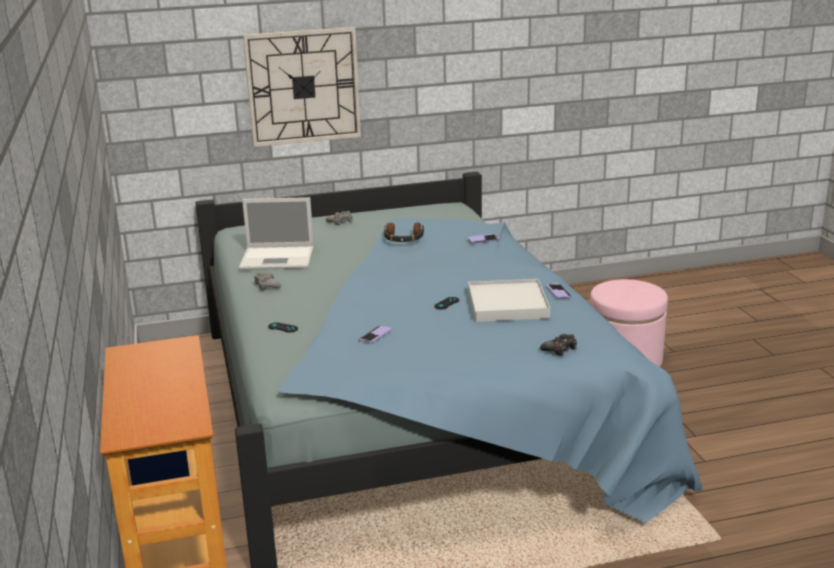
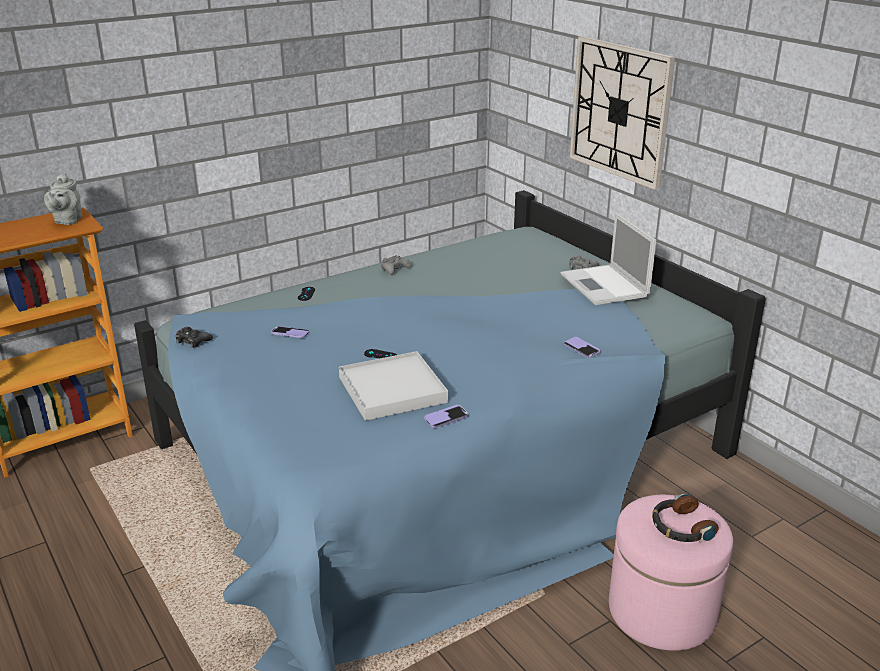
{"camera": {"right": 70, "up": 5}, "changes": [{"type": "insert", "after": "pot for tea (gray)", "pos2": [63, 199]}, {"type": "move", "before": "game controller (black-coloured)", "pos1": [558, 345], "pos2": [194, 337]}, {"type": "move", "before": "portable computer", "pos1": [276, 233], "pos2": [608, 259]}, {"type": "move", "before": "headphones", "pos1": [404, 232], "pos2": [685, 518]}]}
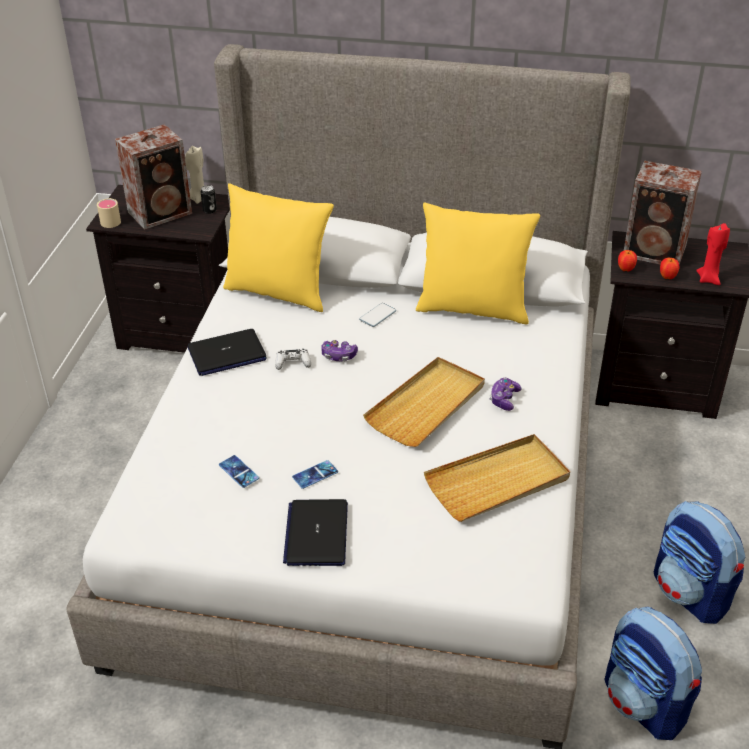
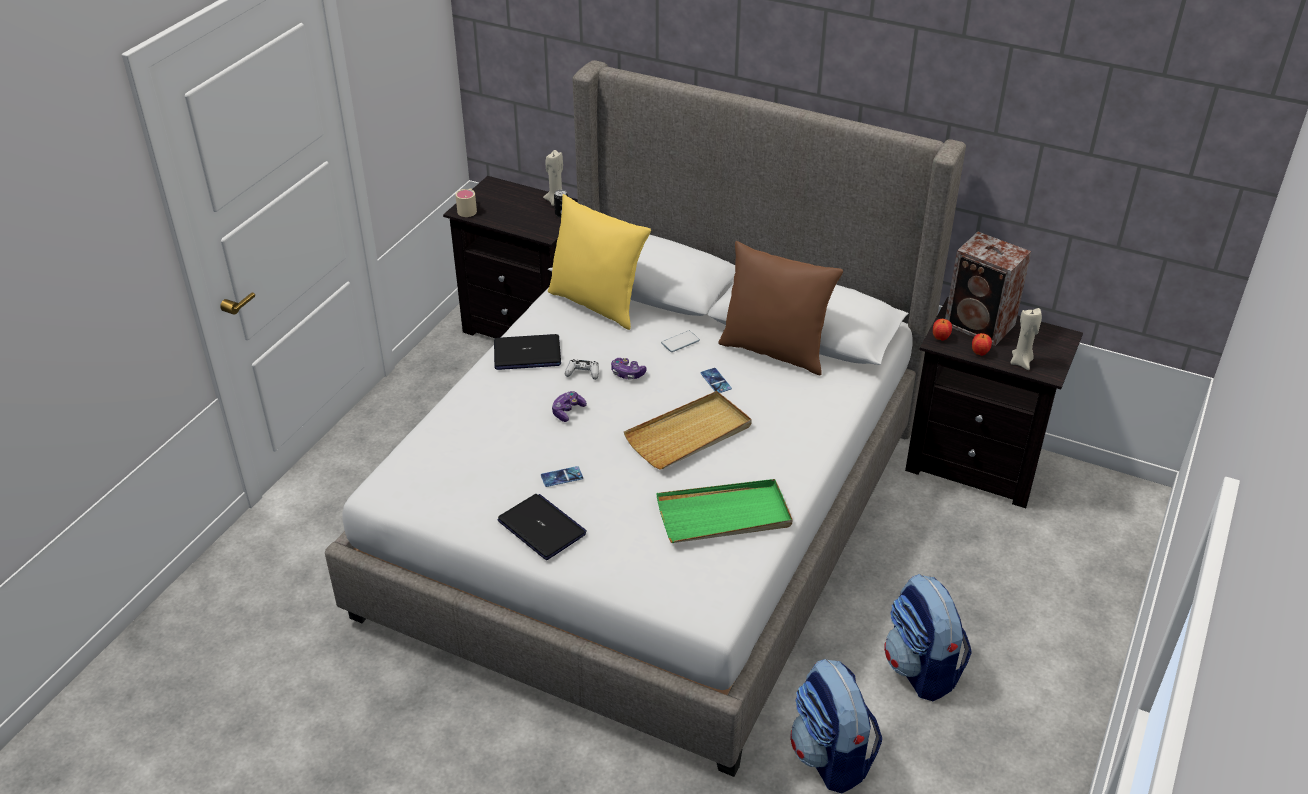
{"camera": {"right": 15, "up": 0}, "changes": [{"type": "rotate", "before": "portable computer", "pos1": [315, 532], "pos2": [542, 527], "turn": 120}, {"type": "move", "before": "game controller", "pos1": [505, 394], "pos2": [569, 406]}, {"type": "recolor", "before": "serving tray (beige-coloured)", "after": "serving tray (green)", "pos1": [497, 478], "pos2": [724, 511]}, {"type": "move", "before": "phone", "pos1": [239, 471], "pos2": [716, 380]}, {"type": "recolor", "before": "pillow (yellow)", "after": "pillow (brown-coloured)", "pos1": [478, 263], "pos2": [780, 308]}, {"type": "recolor", "before": "wax light (red)", "after": "wax light (beige-coloured)", "pos1": [713, 254], "pos2": [1026, 339]}, {"type": "delete", "before": "speaker", "pos1": [153, 177]}]}
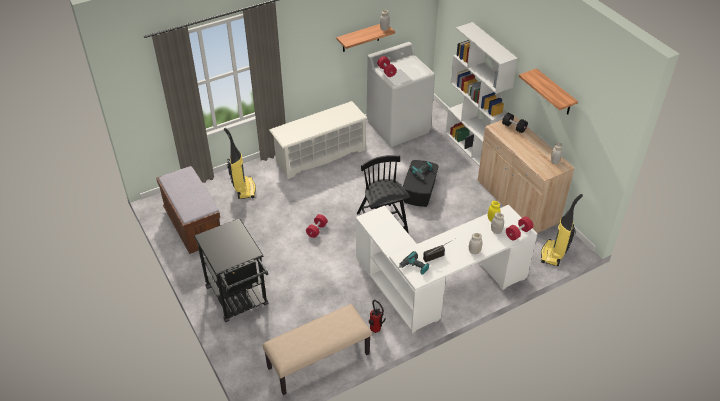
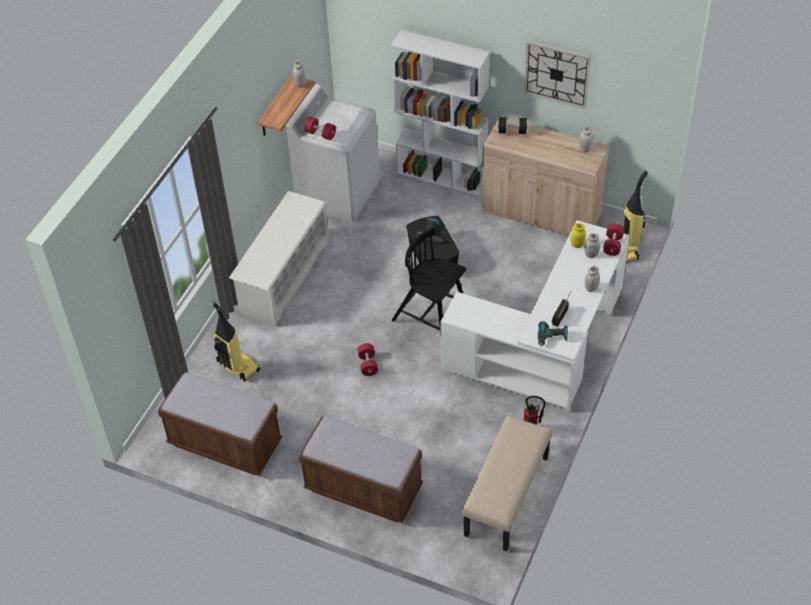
{"camera": {"right": -35, "up": 5}, "changes": [{"type": "replace", "before": "wheeled cart (black-coloured)", "after": "bench (brown-coloured)", "pos1": [231, 270], "pos2": [361, 469]}, {"type": "replace", "before": "shelf", "after": "wall clock", "pos1": [548, 91], "pos2": [557, 74]}]}
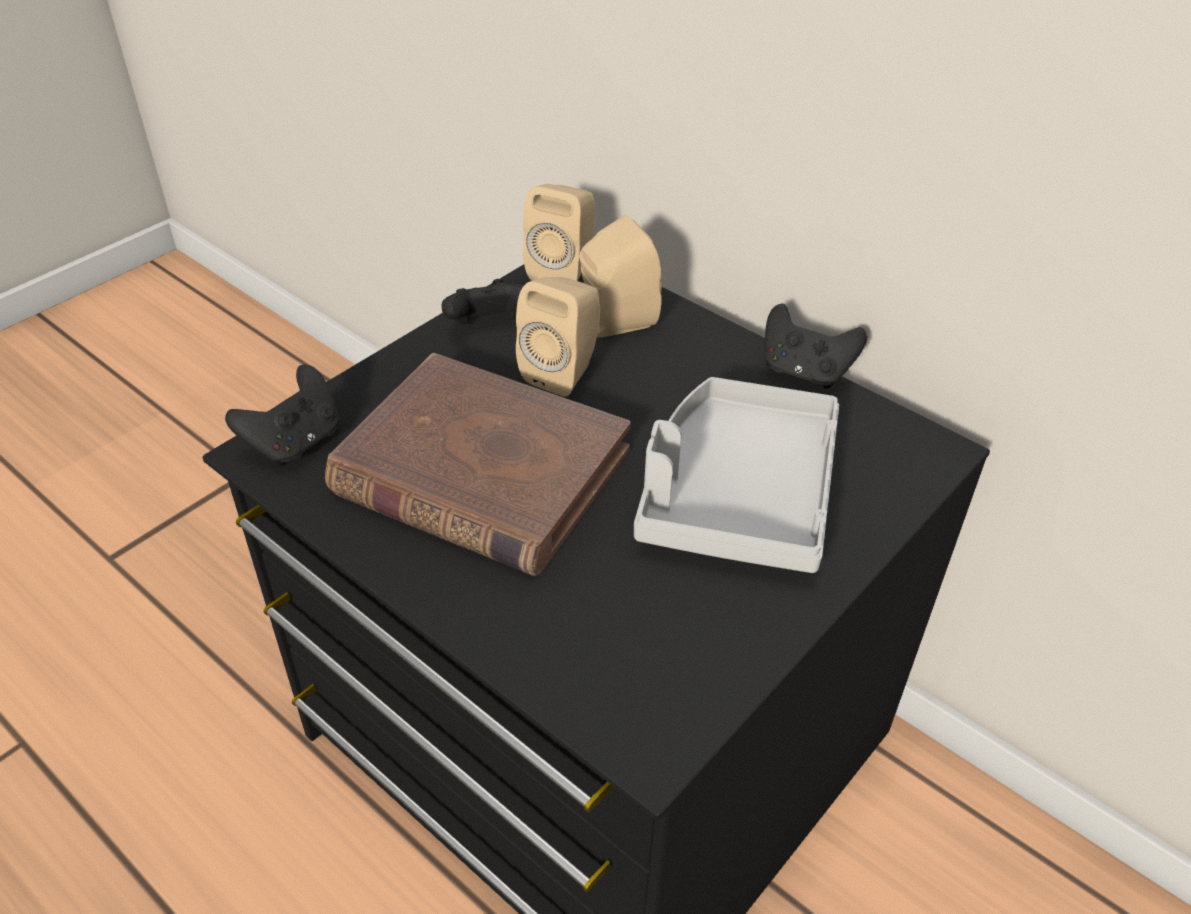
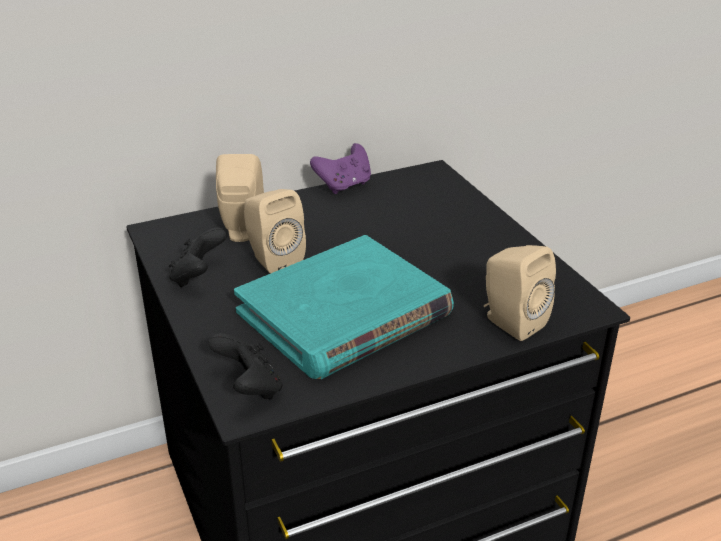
{"camera": {"right": -65, "up": -10}, "changes": [{"type": "recolor", "before": "book (brown-coloured)", "after": "book (blue-green)", "pos1": [477, 464], "pos2": [344, 307]}, {"type": "recolor", "before": "game controller (black-coloured)", "after": "game controller (purple-coloured)", "pos1": [815, 346], "pos2": [340, 168]}, {"type": "move", "before": "speaker (beige-coloured)", "pos1": [559, 232], "pos2": [520, 293]}, {"type": "delete", "before": "serving tray (gray)", "pos1": [736, 475]}]}
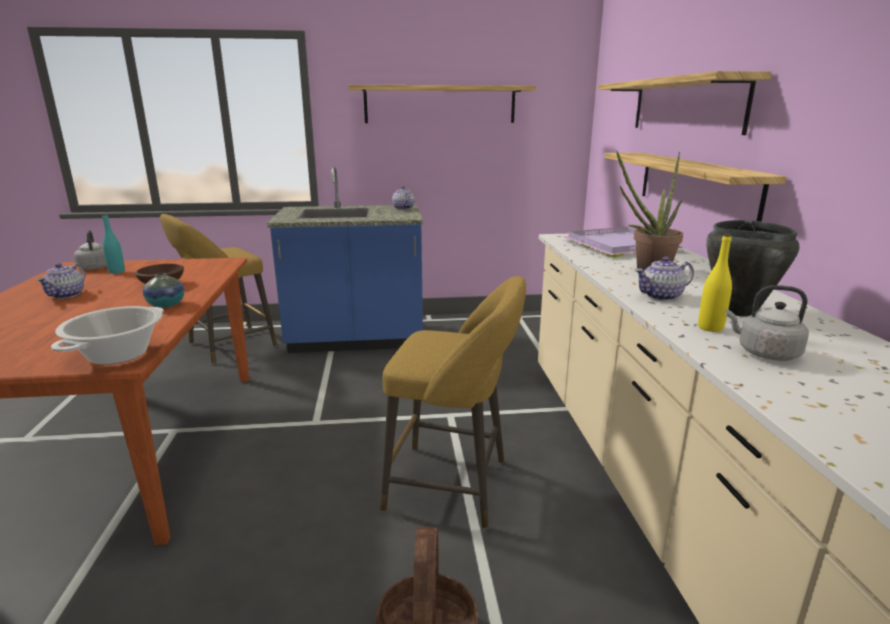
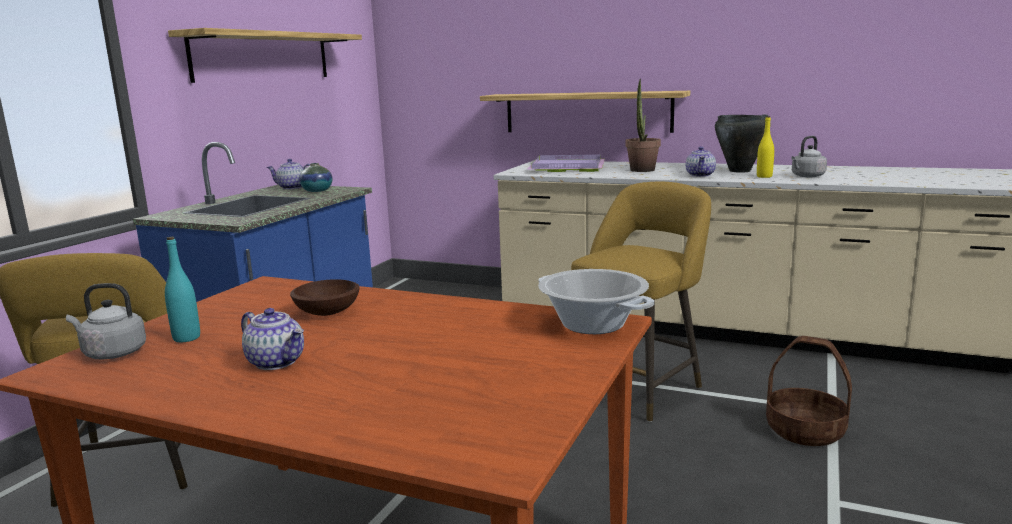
{"camera": {"right": -60, "up": -5}, "changes": [{"type": "move", "before": "decorative vase", "pos1": [164, 290], "pos2": [316, 177]}, {"type": "delete", "before": "shelf", "pos1": [685, 103]}]}
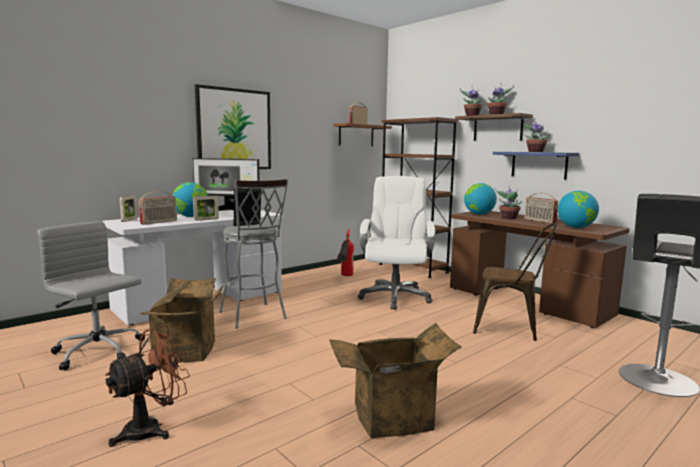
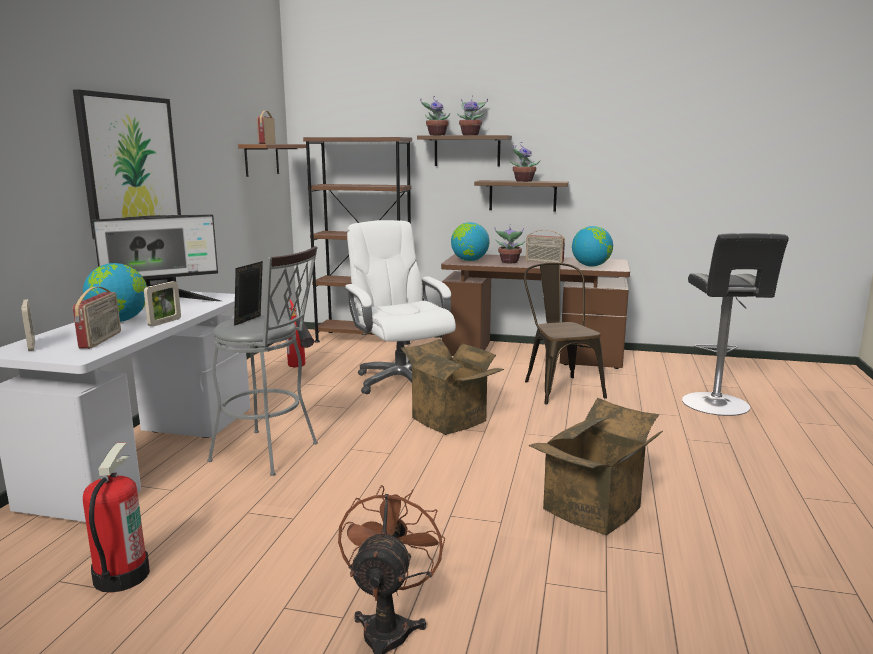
{"camera": {"right": -35, "up": 5}, "changes": [{"type": "replace", "before": "computer chair (gray)", "after": "extinguisher", "pos1": [91, 296], "pos2": [116, 518]}, {"type": "move", "before": "cardboard box", "pos1": [181, 320], "pos2": [452, 387]}, {"type": "recolor", "before": "shelf (blue-coloured)", "after": "shelf (brown-coloured)", "pos1": [536, 166], "pos2": [521, 196]}, {"type": "rotate", "before": "chair (brown-coloured)", "pos1": [515, 282], "pos2": [565, 334], "turn": -90}]}
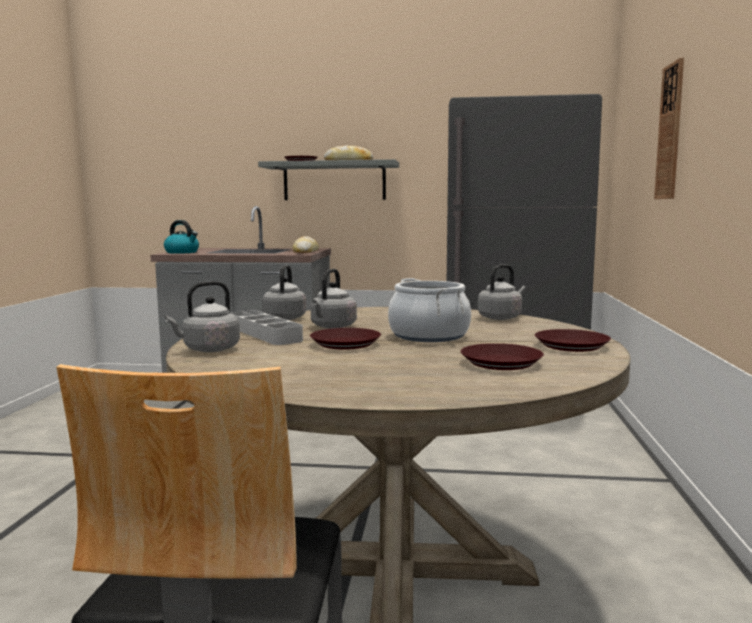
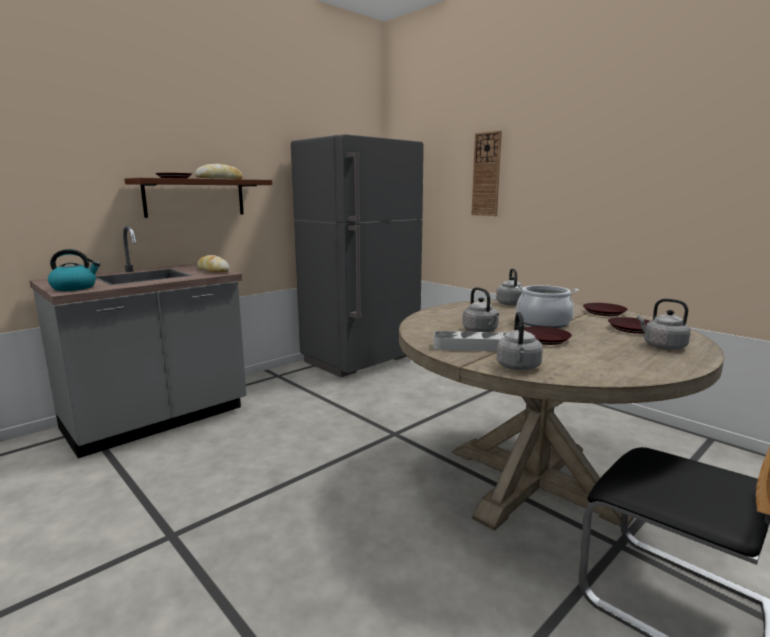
{"camera": {"right": -50, "up": 5}, "changes": [{"type": "recolor", "before": "shelf (gray)", "after": "shelf (brown-coloured)", "pos1": [328, 179], "pos2": [198, 198]}, {"type": "move", "before": "kettle (gray)", "pos1": [284, 292], "pos2": [664, 324]}]}
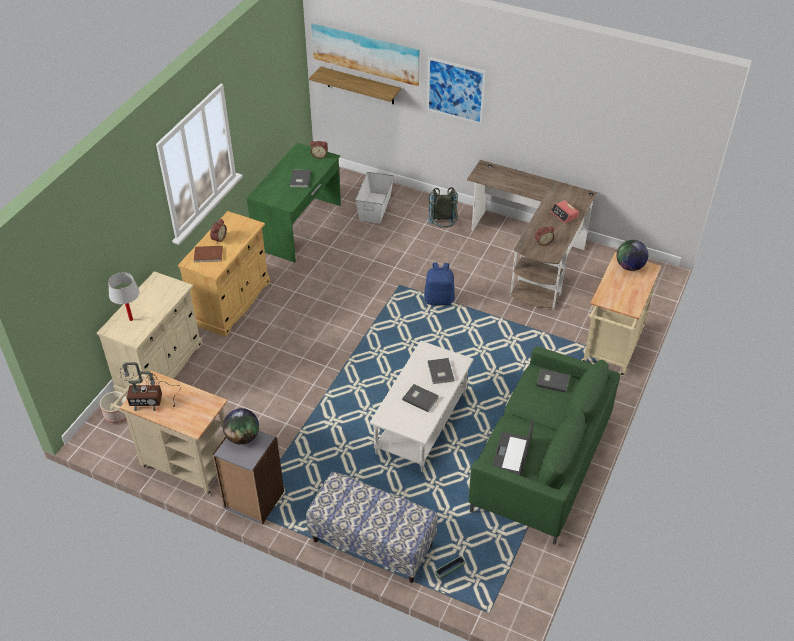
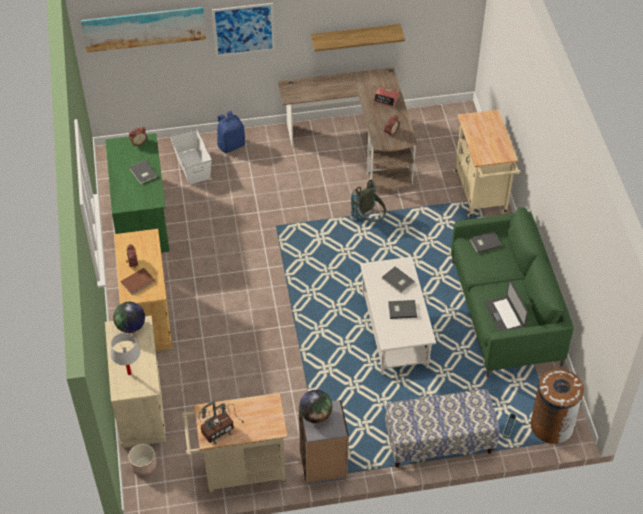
{"camera": {"right": -35, "up": 5}, "changes": [{"type": "move", "before": "desk globe", "pos1": [632, 255], "pos2": [129, 317]}, {"type": "move", "before": "rucksack (blue-coloured)", "pos1": [439, 284], "pos2": [231, 132]}, {"type": "move", "before": "shelf", "pos1": [355, 85], "pos2": [358, 38]}, {"type": "move", "before": "rucksack (gray)", "pos1": [442, 207], "pos2": [368, 201]}, {"type": "insert", "after": "rubbish bin (brown-coloured)", "pos2": [557, 406]}]}
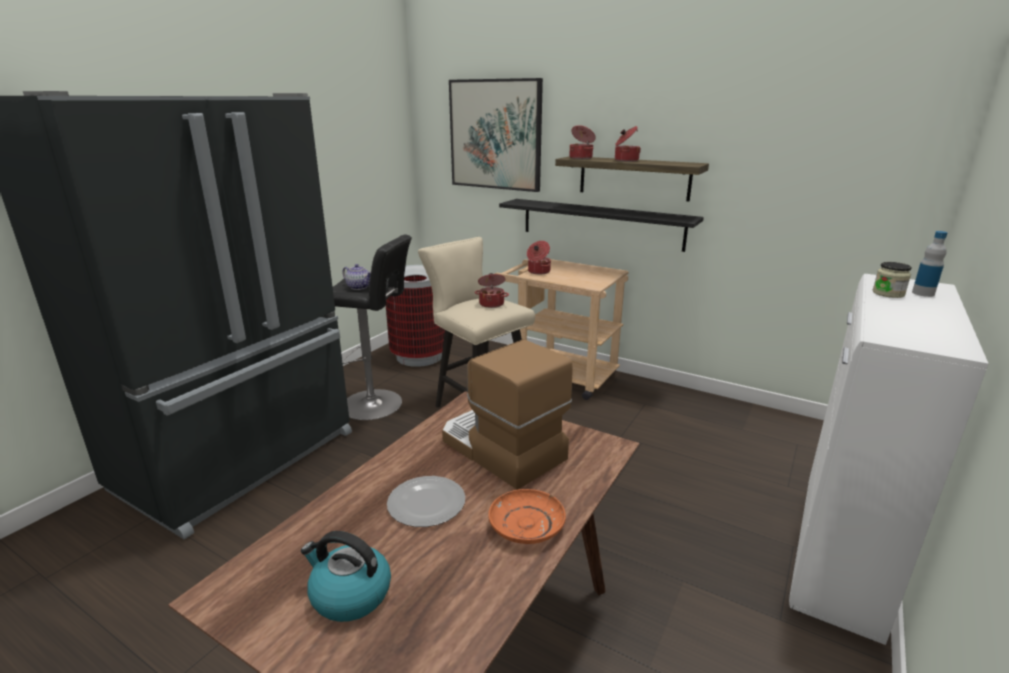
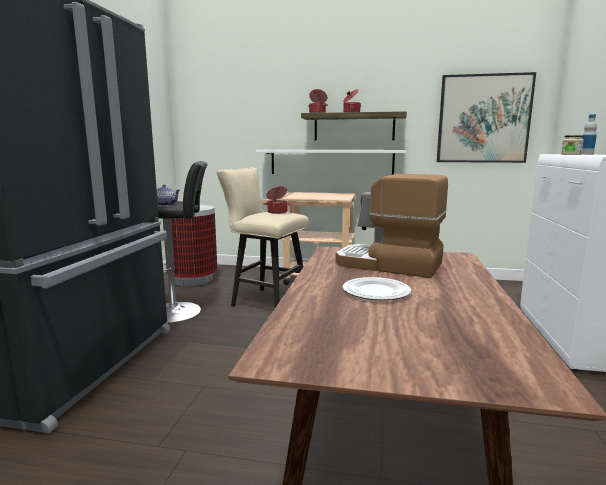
{"camera": {"right": -20, "up": -10}, "changes": [{"type": "recolor", "before": "shelf (black-coloured)", "after": "shelf (white-coloured)", "pos1": [601, 225], "pos2": [331, 162]}, {"type": "move", "before": "picture", "pos1": [496, 135], "pos2": [486, 117]}, {"type": "delete", "before": "kettle", "pos1": [346, 576]}, {"type": "delete", "before": "flat dish (orange-coloured)", "pos1": [527, 516]}, {"type": "delete", "before": "stockpot", "pos1": [539, 257]}]}
